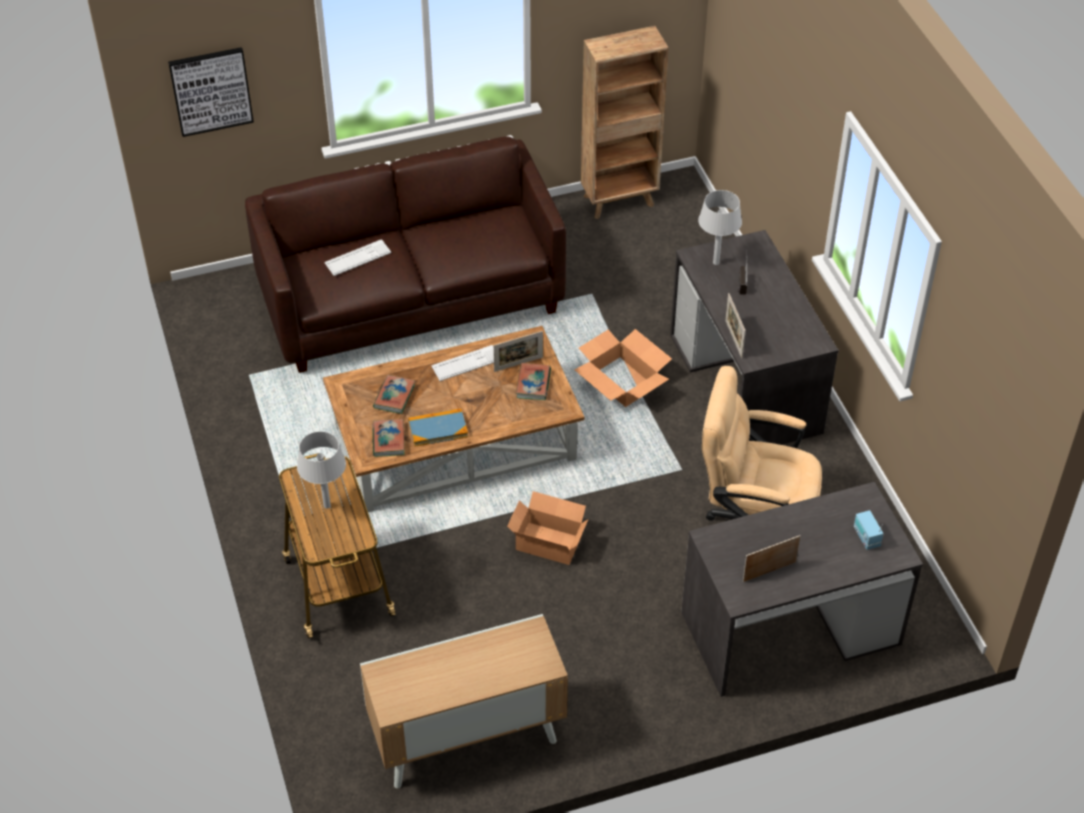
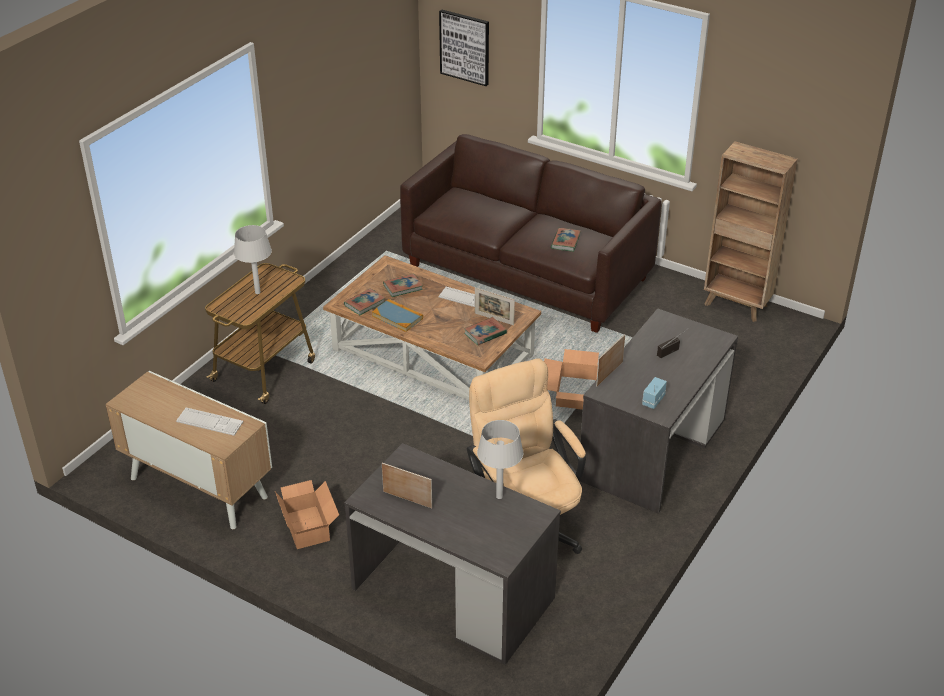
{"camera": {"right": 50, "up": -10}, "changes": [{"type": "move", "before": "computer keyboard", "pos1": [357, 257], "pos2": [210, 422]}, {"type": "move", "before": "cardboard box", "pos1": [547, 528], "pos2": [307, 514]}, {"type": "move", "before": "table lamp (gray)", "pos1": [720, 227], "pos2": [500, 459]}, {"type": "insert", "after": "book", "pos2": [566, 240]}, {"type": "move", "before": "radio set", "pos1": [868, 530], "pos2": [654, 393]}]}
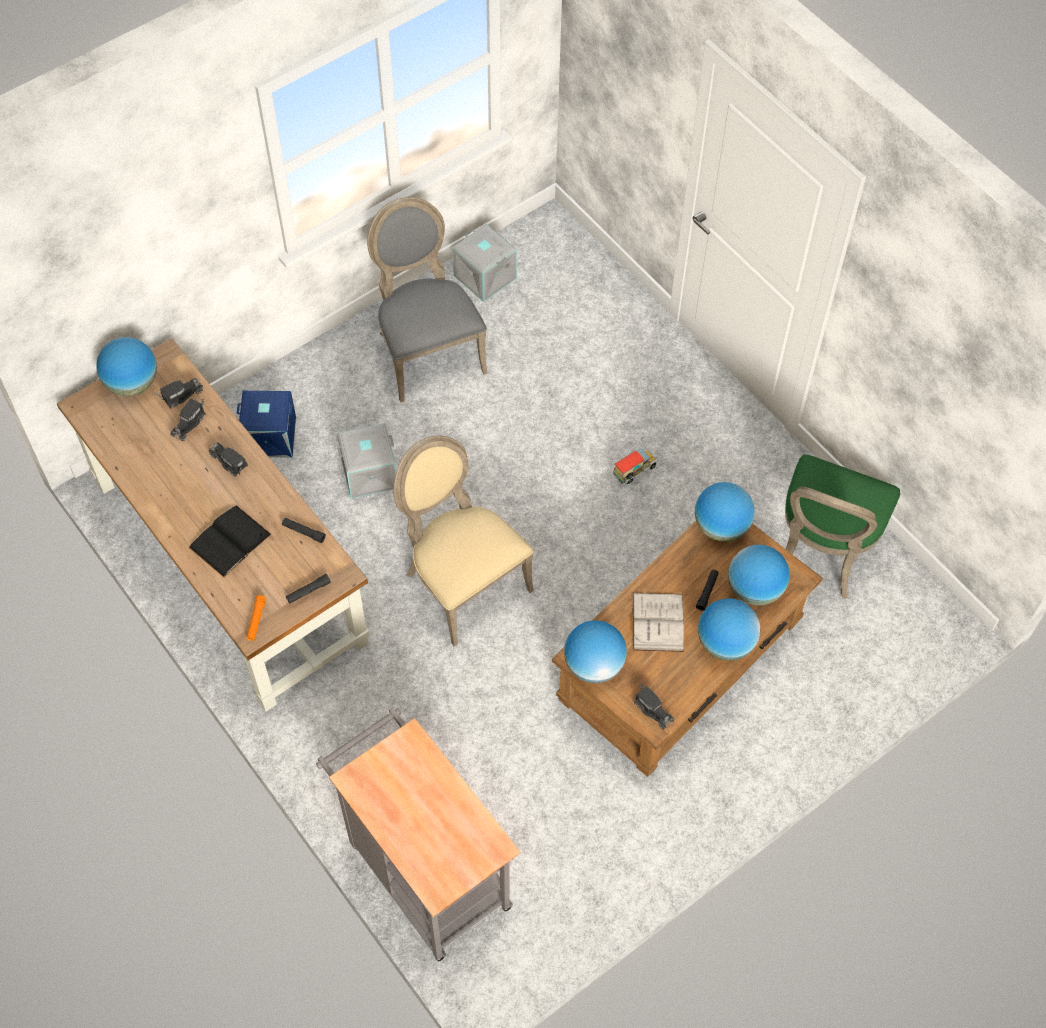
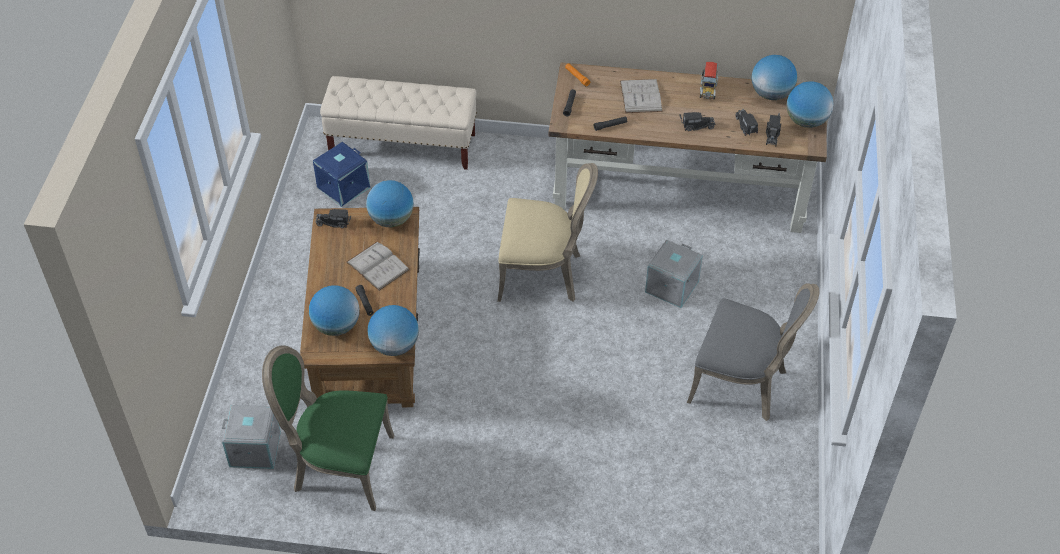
{"camera": {"right": 135, "up": -10}, "changes": [{"type": "move", "before": "storage box (gray)", "pos1": [484, 263], "pos2": [251, 437]}, {"type": "rotate", "before": "chair (green)", "pos1": [842, 526], "pos2": [328, 428], "turn": -60}, {"type": "move", "before": "storage box (blue-coloured)", "pos1": [266, 424], "pos2": [341, 174]}, {"type": "replace", "before": "wheeled cart (gray)", "after": "bench (beige-coloured)", "pos1": [418, 835], "pos2": [398, 123]}, {"type": "recolor", "before": "book (black-coloured)", "after": "book (white-coloured)", "pos1": [230, 541], "pos2": [641, 96]}, {"type": "move", "before": "model truck", "pos1": [635, 467], "pos2": [709, 80]}, {"type": "move", "before": "desk globe", "pos1": [729, 629], "pos2": [774, 77]}]}
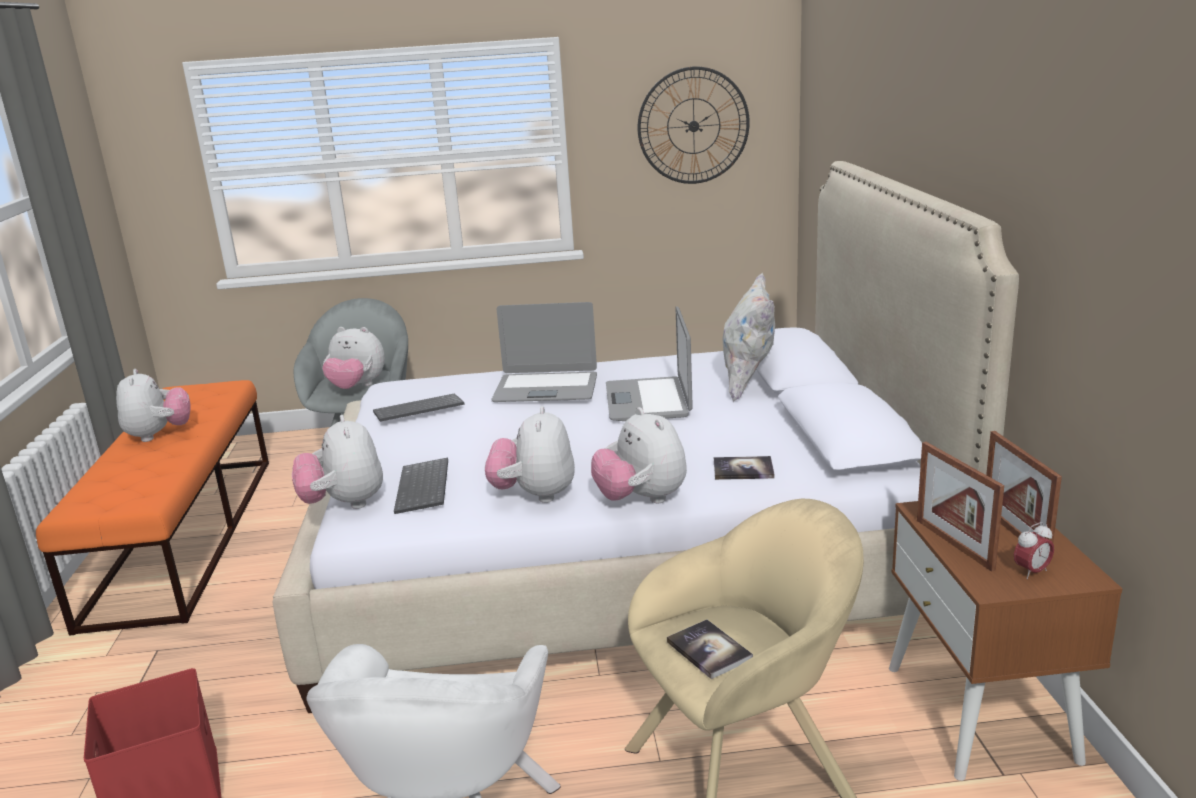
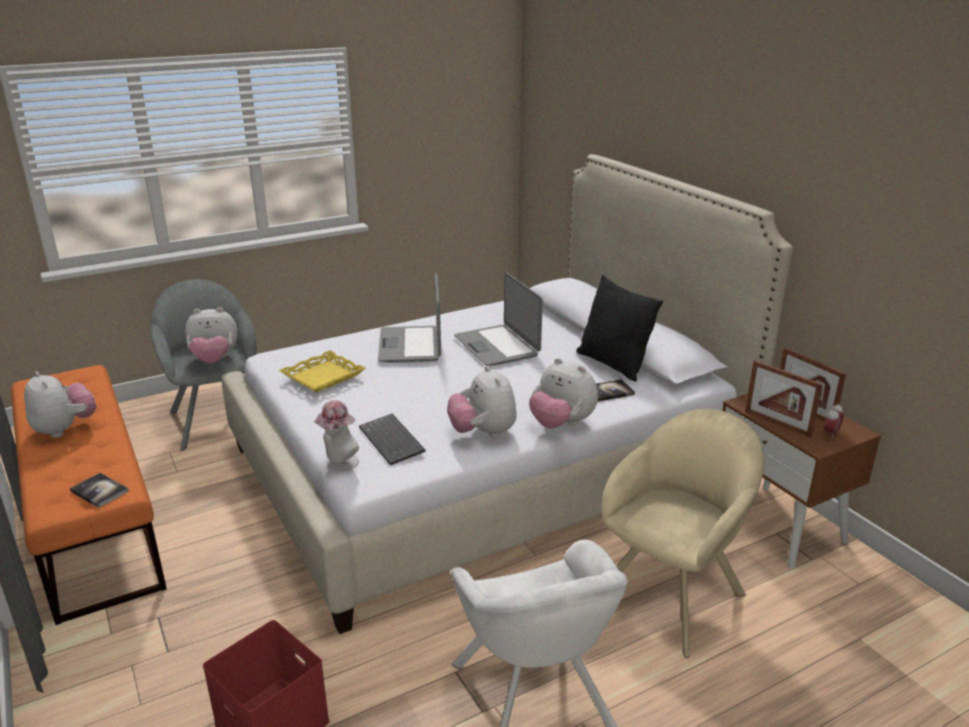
{"camera": {"right": -25, "up": 5}, "changes": [{"type": "move", "before": "book", "pos1": [710, 649], "pos2": [99, 490]}, {"type": "replace", "before": "computer keyboard", "after": "serving tray (yellow)", "pos1": [419, 407], "pos2": [322, 371]}, {"type": "replace", "before": "plush toy", "after": "hat", "pos1": [337, 462], "pos2": [336, 435]}, {"type": "rotate", "before": "portable computer", "pos1": [544, 352], "pos2": [409, 318], "turn": 105}, {"type": "insert", "after": "pillow (black-coloured)", "pos2": [619, 328]}, {"type": "delete", "before": "wall clock", "pos1": [694, 125]}, {"type": "delete", "before": "pillow (white-coloured)", "pos1": [748, 337]}]}
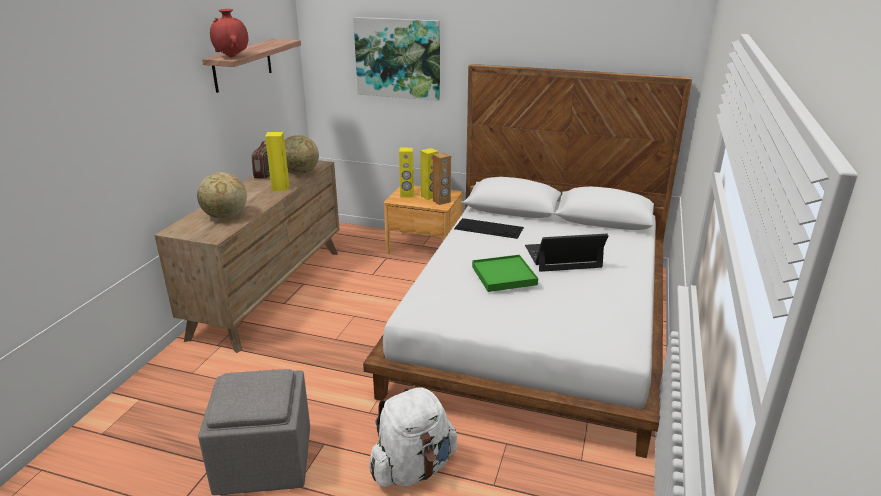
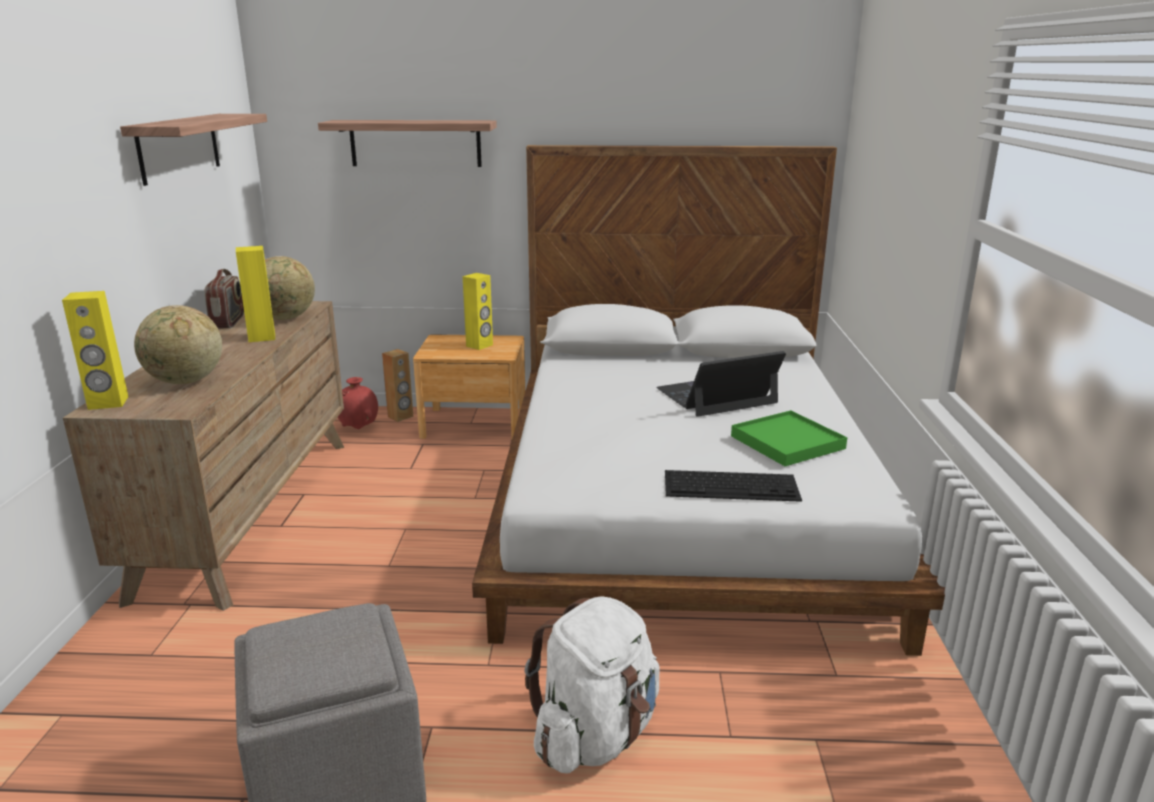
{"camera": {"right": -15, "up": -5}, "changes": [{"type": "move", "before": "speaker (yellow)", "pos1": [406, 173], "pos2": [95, 350]}, {"type": "replace", "before": "picture", "after": "shelf", "pos1": [396, 59], "pos2": [407, 143]}, {"type": "move", "before": "decorative vase (red)", "pos1": [229, 33], "pos2": [358, 403]}, {"type": "move", "before": "speaker (brown-coloured)", "pos1": [442, 178], "pos2": [397, 385]}, {"type": "move", "before": "computer keyboard", "pos1": [489, 228], "pos2": [733, 486]}, {"type": "move", "before": "serving tray (green)", "pos1": [505, 273], "pos2": [789, 438]}]}
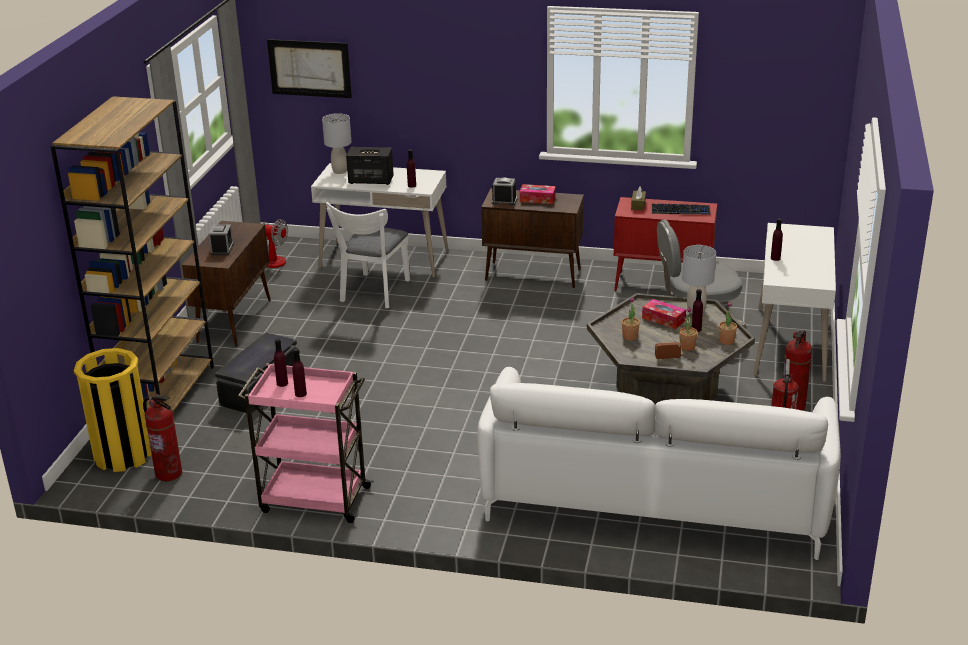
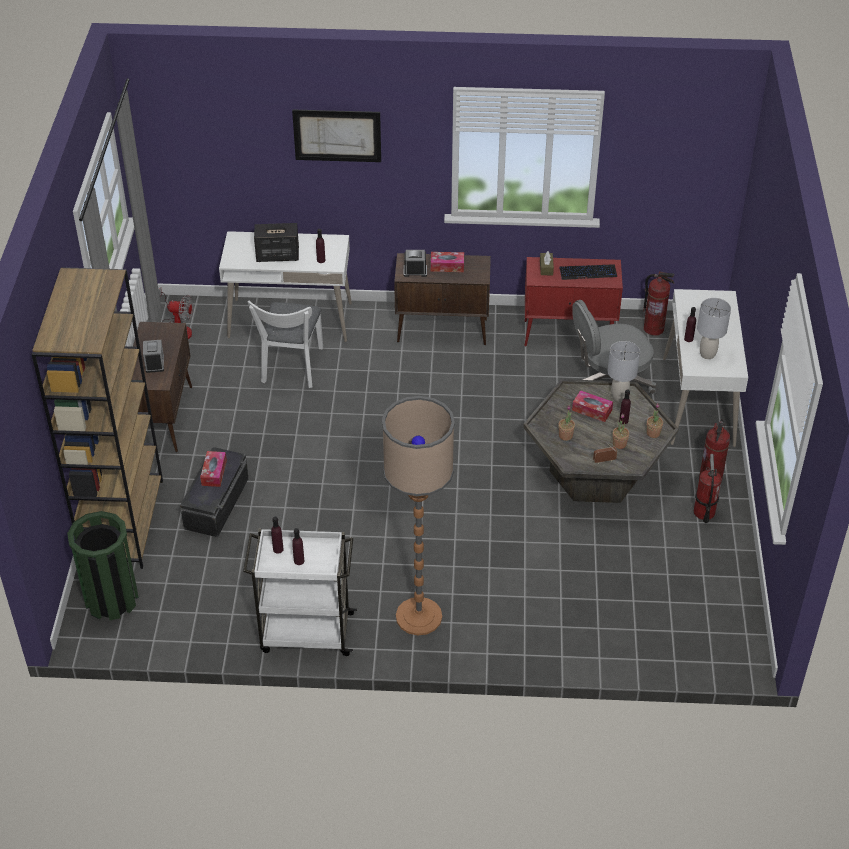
{"camera": {"right": -10, "up": 15}, "changes": [{"type": "recolor", "before": "rubbish bin (yellow)", "after": "rubbish bin (green)", "pos1": [112, 410], "pos2": [103, 565]}, {"type": "insert", "after": "box of tissues", "pos2": [213, 469]}, {"type": "recolor", "before": "wheeled cart (pinkish)", "after": "wheeled cart (white-coloured)", "pos1": [306, 443], "pos2": [300, 592]}, {"type": "move", "before": "picture", "pos1": [309, 68], "pos2": [336, 135]}, {"type": "insert", "after": "standing lamp", "pos2": [418, 515]}, {"type": "move", "before": "extinguisher", "pos1": [162, 437], "pos2": [658, 303]}, {"type": "move", "before": "table lamp (gray)", "pos1": [336, 143], "pos2": [714, 328]}, {"type": "delete", "before": "settee (white-coloured)", "pos1": [659, 463]}]}
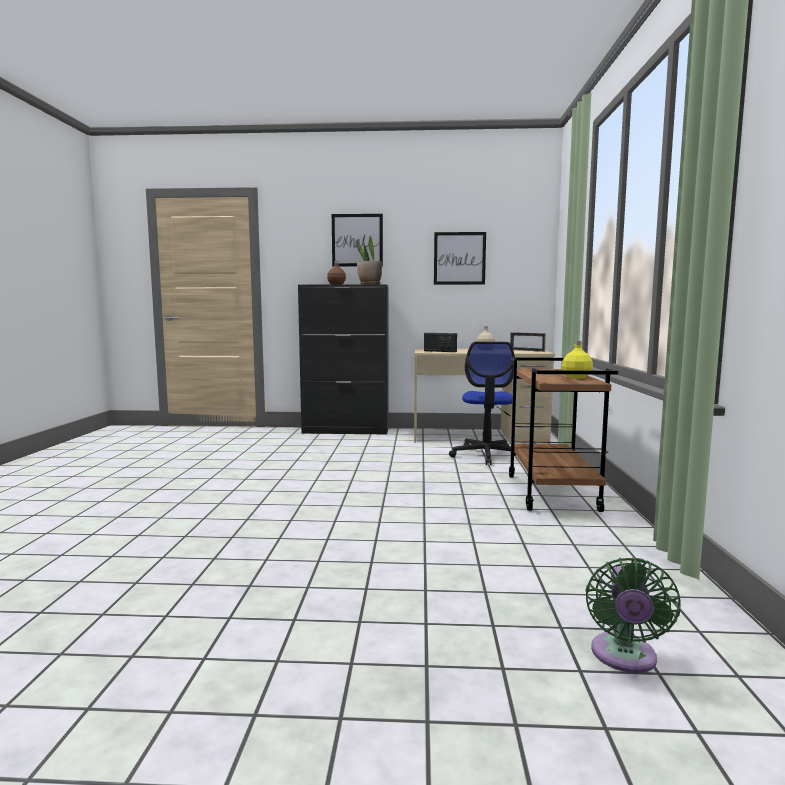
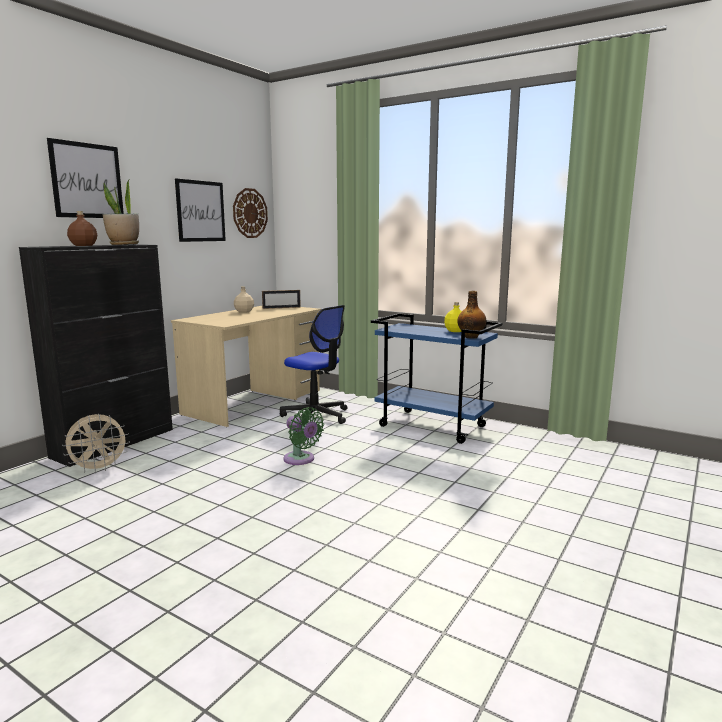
{"camera": {"right": -60, "up": 5}, "changes": [{"type": "insert", "after": "electric fan (beige-coloured)", "pos2": [96, 443]}, {"type": "insert", "after": "wall clock", "pos2": [250, 213]}, {"type": "move", "before": "electric fan (green)", "pos1": [633, 615], "pos2": [304, 436]}, {"type": "recolor", "before": "wheeled cart (brown-coloured)", "after": "wheeled cart (blue-coloured)", "pos1": [563, 434], "pos2": [436, 378]}, {"type": "insert", "after": "bottle", "pos2": [472, 315]}, {"type": "delete", "before": "radio set", "pos1": [440, 342]}]}
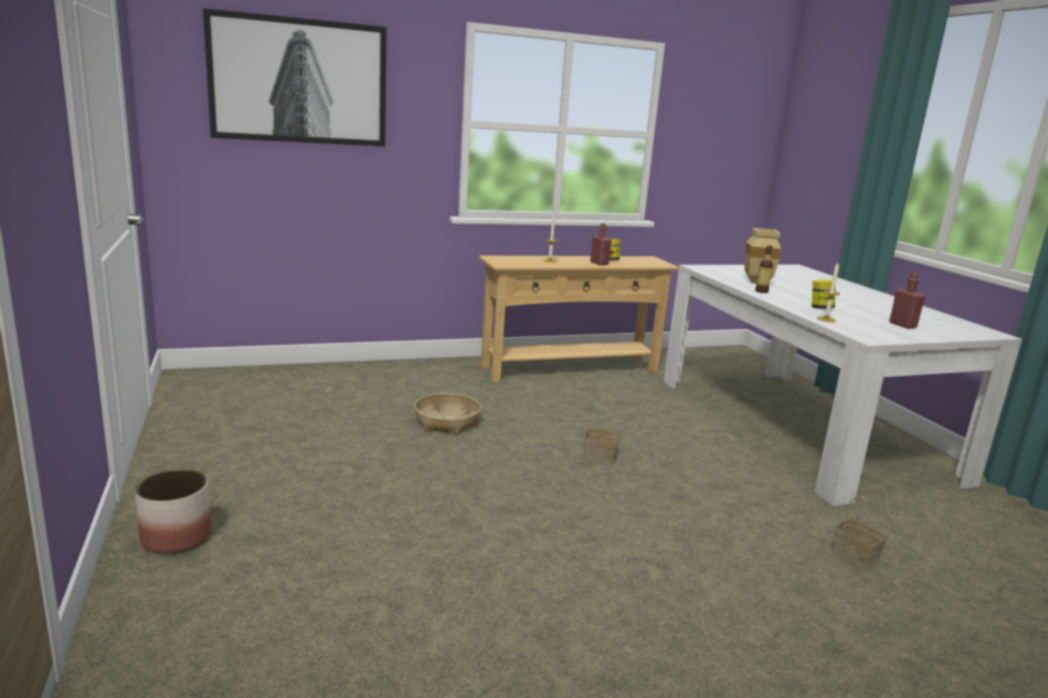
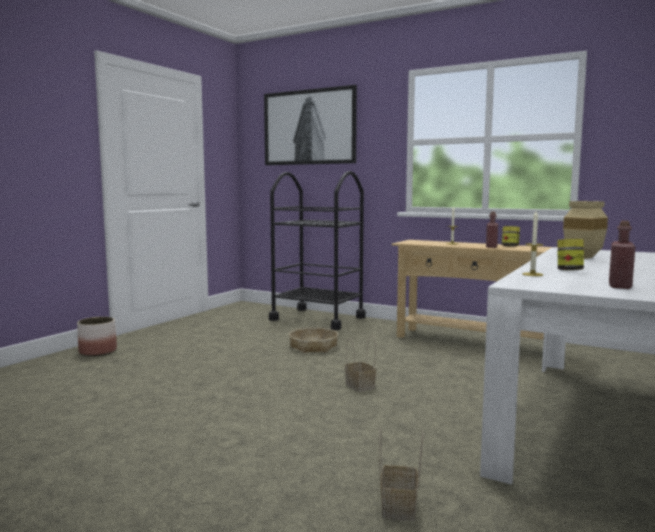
{"camera": {"right": 50, "up": -10}, "changes": [{"type": "insert", "after": "wheeled cart (black-coloured)", "pos2": [317, 250]}, {"type": "delete", "before": "bottle", "pos1": [764, 269]}]}
